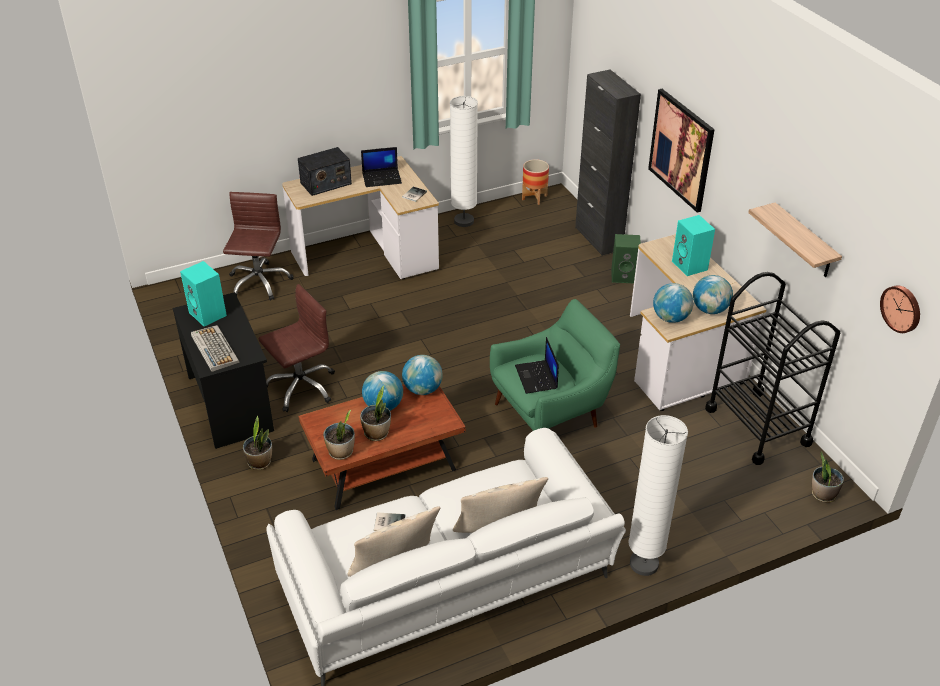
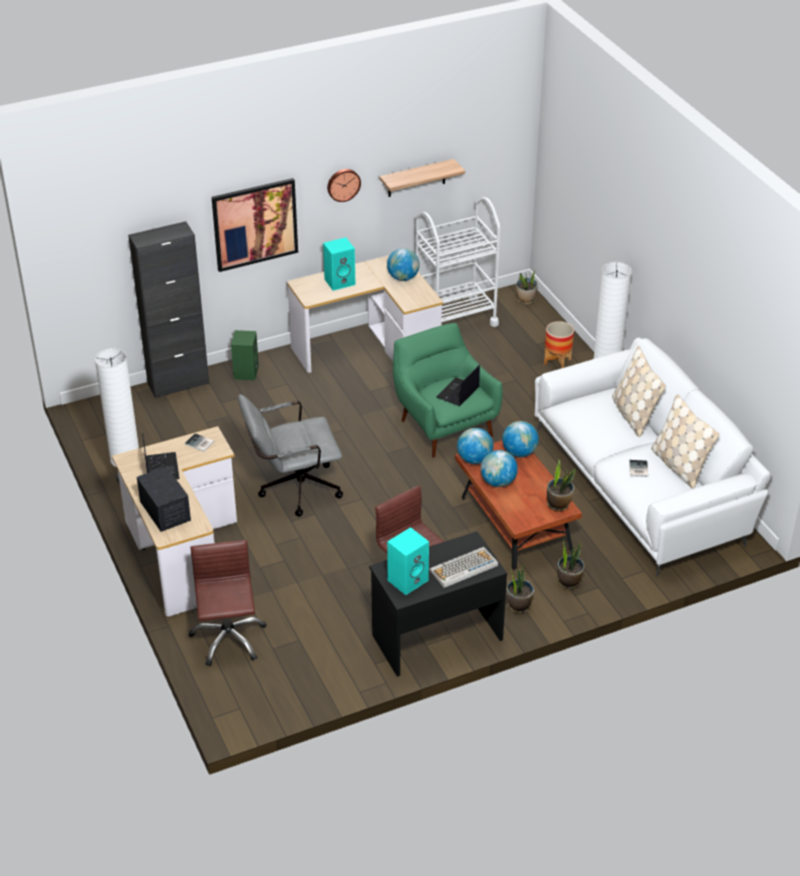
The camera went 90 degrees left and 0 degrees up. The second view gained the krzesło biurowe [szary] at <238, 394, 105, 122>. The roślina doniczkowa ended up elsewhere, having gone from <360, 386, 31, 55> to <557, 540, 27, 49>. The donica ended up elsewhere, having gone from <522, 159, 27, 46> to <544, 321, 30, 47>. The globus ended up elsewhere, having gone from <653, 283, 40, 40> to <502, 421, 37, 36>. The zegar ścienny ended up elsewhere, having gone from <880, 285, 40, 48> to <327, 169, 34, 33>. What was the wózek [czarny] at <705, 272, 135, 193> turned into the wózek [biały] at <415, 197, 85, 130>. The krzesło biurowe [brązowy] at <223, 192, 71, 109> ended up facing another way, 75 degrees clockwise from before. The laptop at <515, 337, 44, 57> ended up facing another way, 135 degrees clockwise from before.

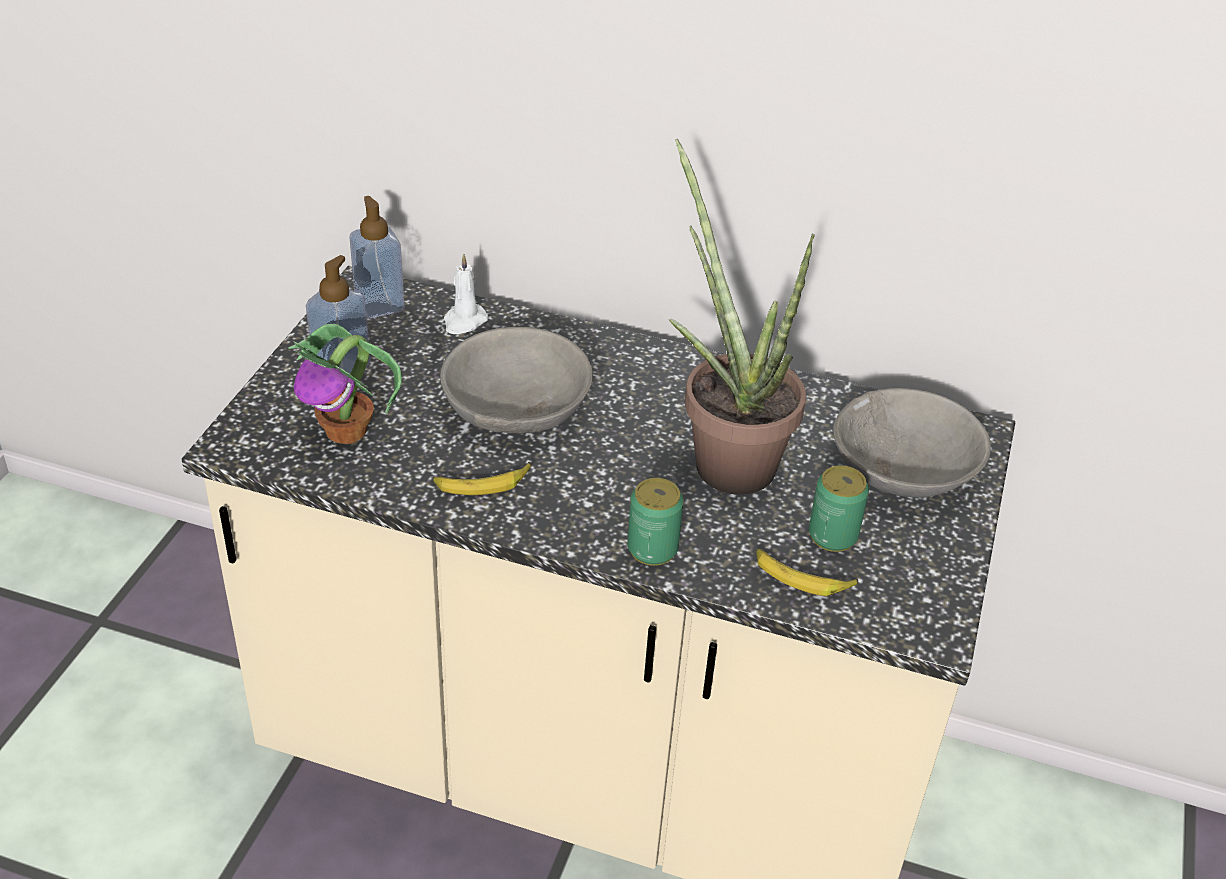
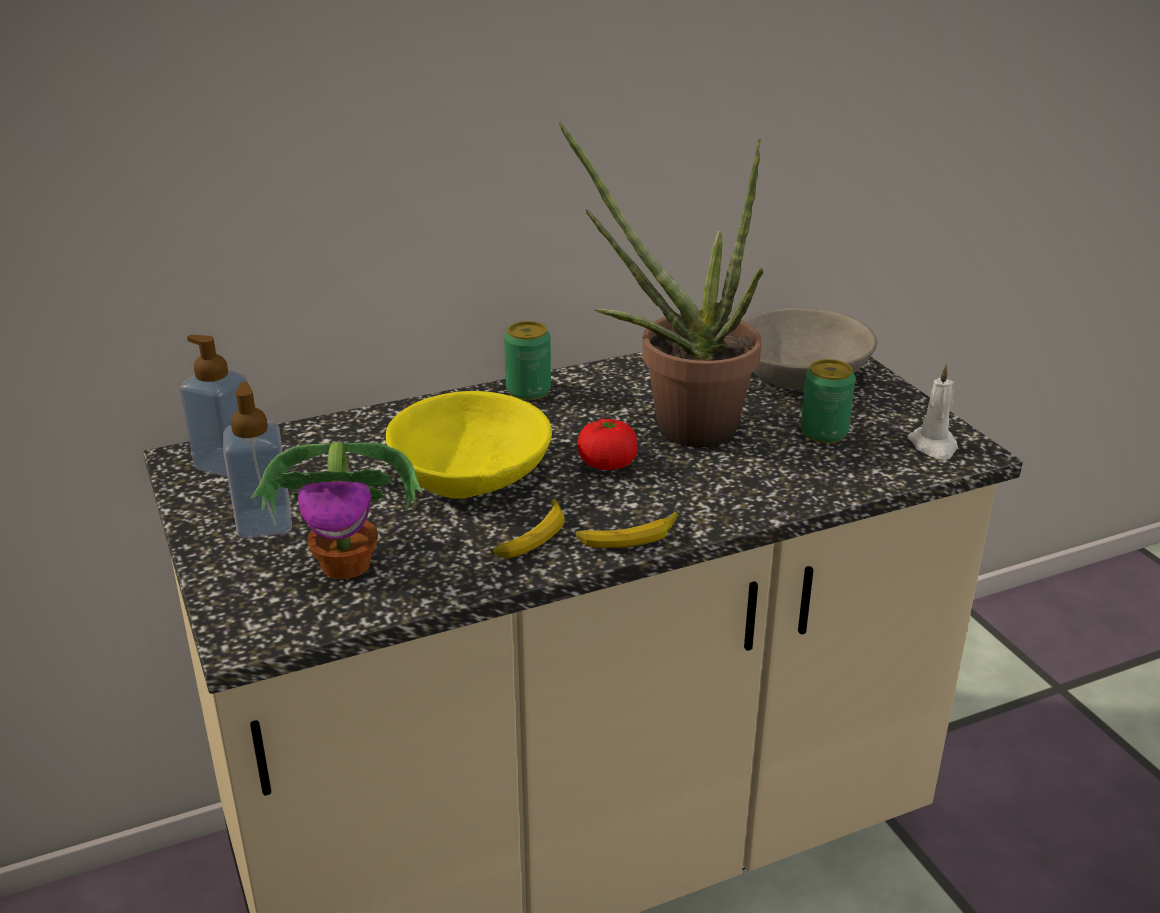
The camera went 40 degrees left and 10 degrees down. The second view gained the pomidor at <577, 419, 61, 51>. The świeca [biały] ended up elsewhere, having gone from <444, 253, 45, 81> to <907, 363, 51, 97>. The puszka ended up elsewhere, having gone from <627, 478, 56, 88> to <504, 321, 47, 79>. The banan ended up elsewhere, having gone from <756, 548, 102, 48> to <575, 511, 104, 37>. What was the miska [szary] at <440, 327, 153, 107> turned into the miska [żółty] at <386, 391, 166, 108>.

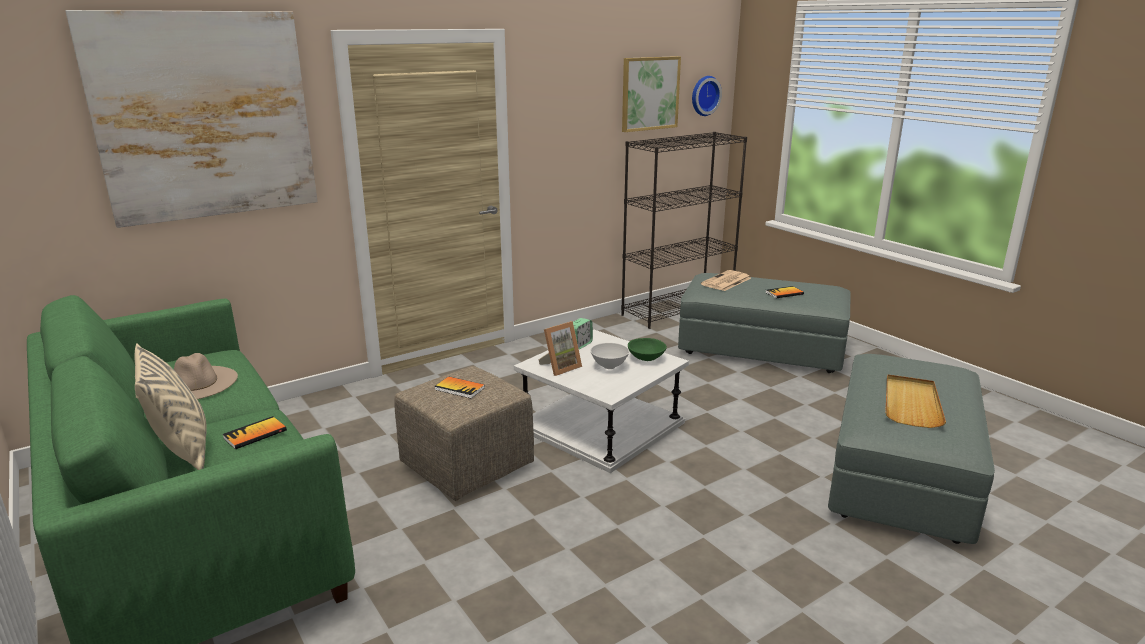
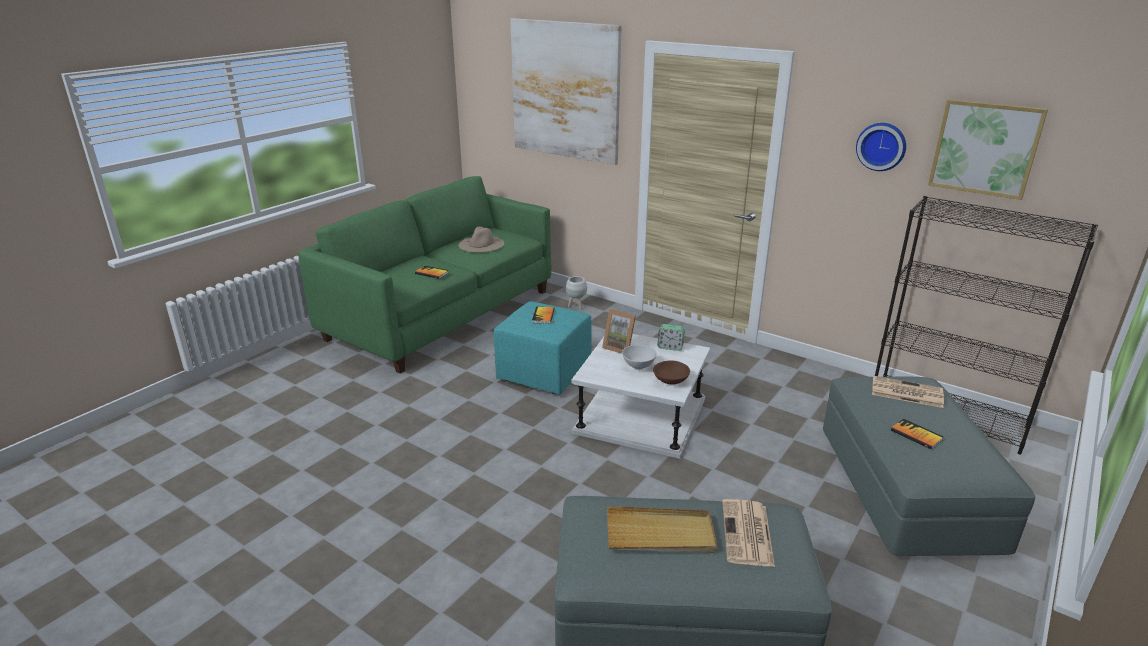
The camera went 70 degrees right and 5 degrees up. The second view lost the poduszka [beżowy] at <134, 343, 73, 127>. The second view gained the donica [biały] at <566, 276, 21, 33>. The second view gained the gazeta at <722, 499, 53, 68>. The zegar ścienny ended up elsewhere, having gone from <692, 76, 30, 40> to <856, 123, 50, 48>. What was the pufa [beżowy] at <394, 366, 140, 135> turned into the pufa [turkusowy] at <494, 301, 98, 94>. What was the miska [zielony] at <628, 338, 39, 23> turned into the miska [brązowy] at <653, 361, 37, 24>.

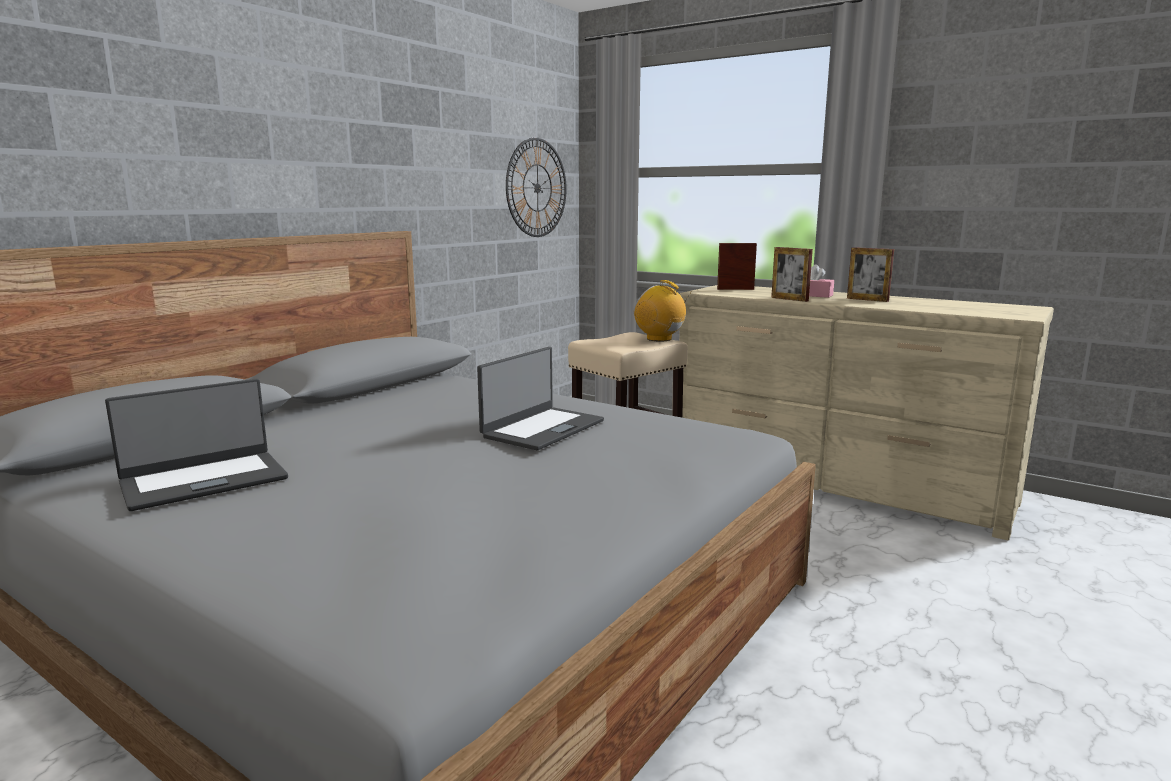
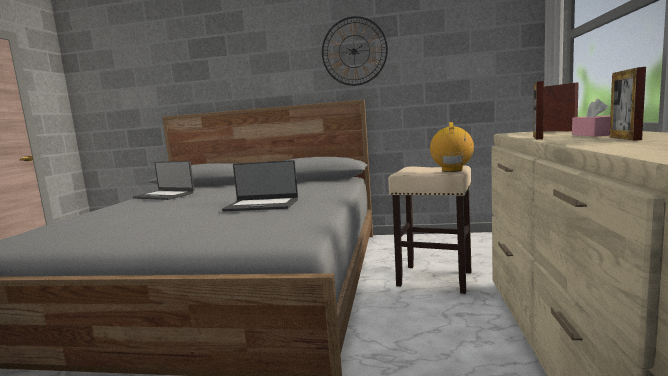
The camera went 65 degrees right and 5 degrees down. The zegar ścienny ended up elsewhere, having gone from <506, 138, 61, 99> to <322, 16, 66, 70>.

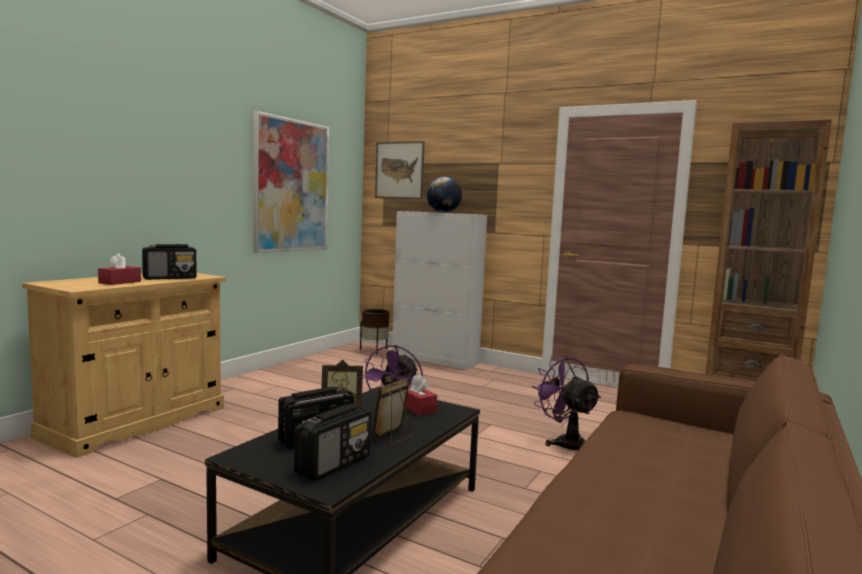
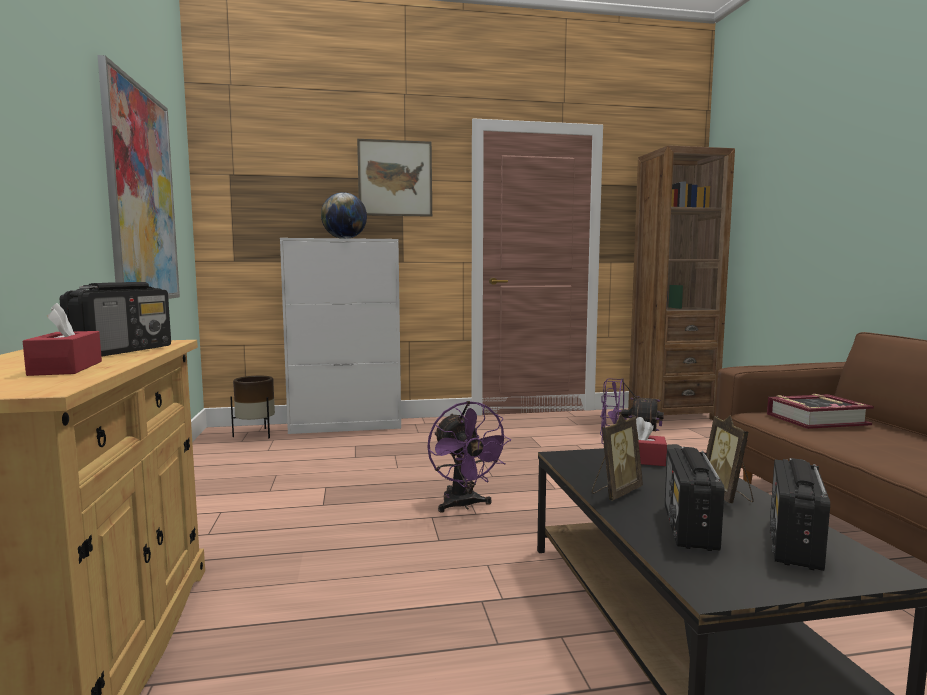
The camera went 40 degrees left and 0 degrees up. The second view gained the książka at <767, 394, 107, 35>. The obraz ended up elsewhere, having gone from <375, 141, 50, 58> to <357, 139, 75, 78>. The radio at <294, 403, 77, 78> ended up facing another way, 150 degrees counterclockwise from before.

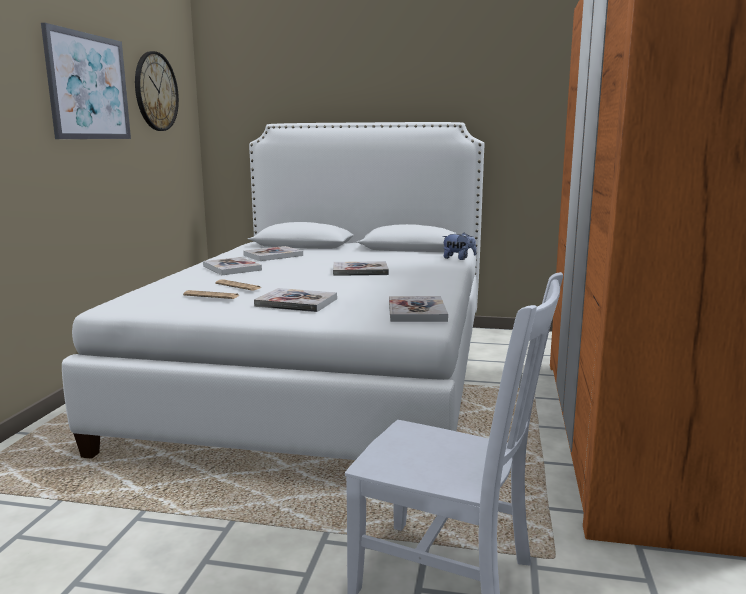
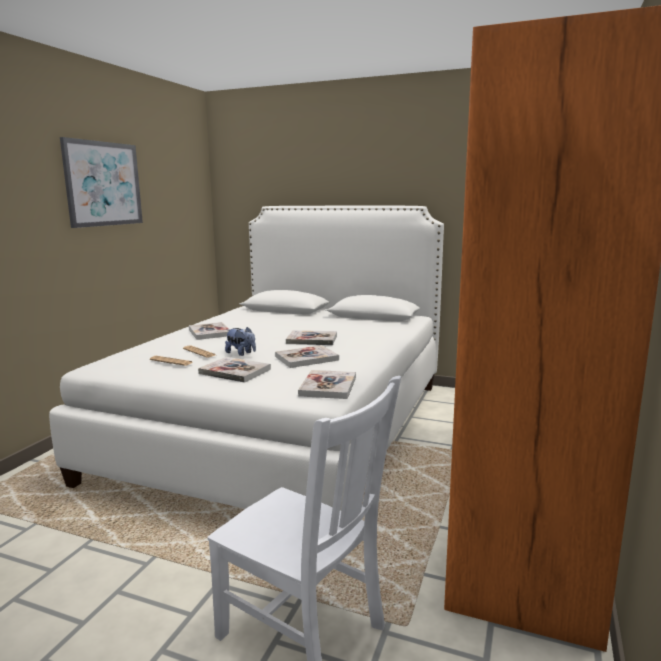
The camera went 10 degrees right and 0 degrees up. The second view lost the zegar ścienny at <135, 51, 44, 80>. The książka ended up elsewhere, having gone from <243, 246, 60, 15> to <275, 345, 64, 23>. The pluszak ended up elsewhere, having gone from <442, 233, 35, 27> to <225, 327, 31, 29>.

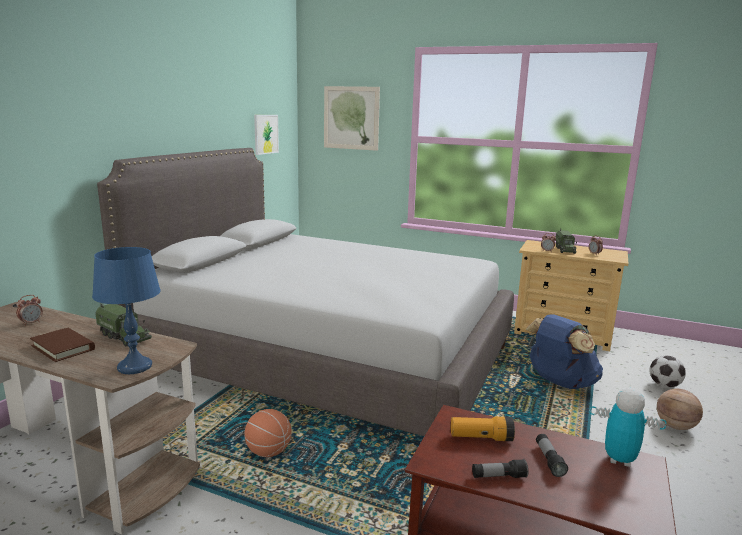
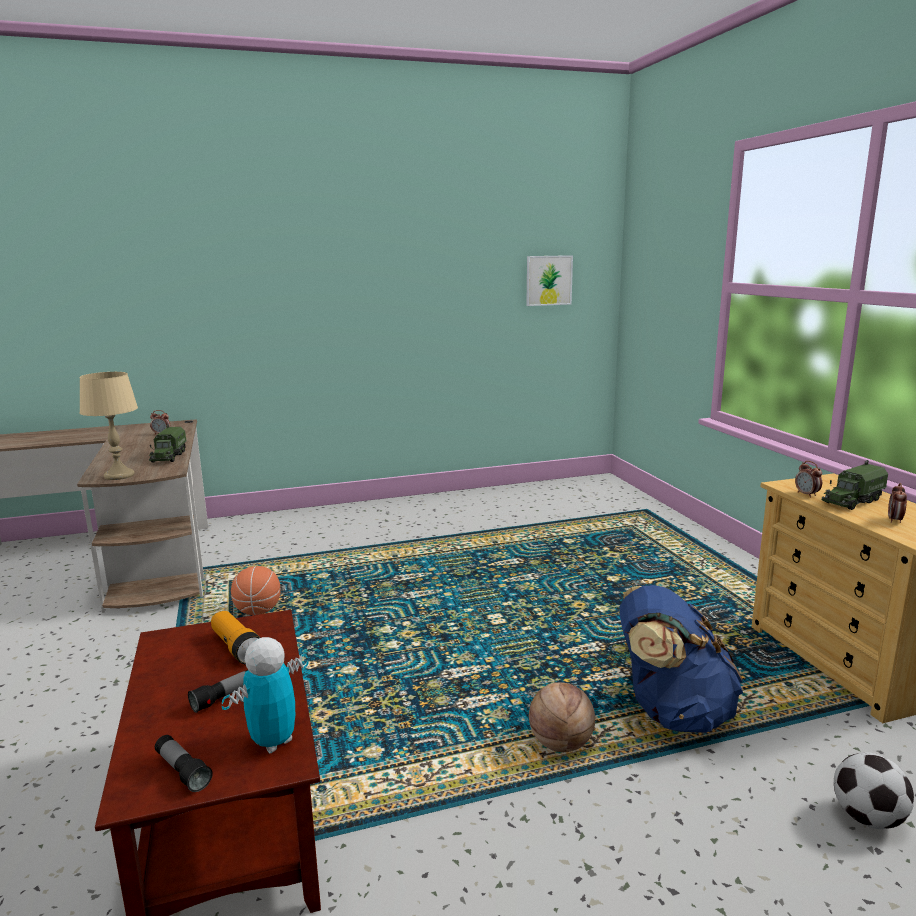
The camera went 50 degrees right and 0 degrees up. The second view lost the książka [brązowy] at <30, 328, 65, 34>. The second view lost the łóżko [szary] at <97, 148, 417, 288>. The second view lost the obraz at <324, 86, 56, 65>. The latarka ended up elsewhere, having gone from <472, 459, 56, 19> to <155, 735, 58, 57>. The piłka do koszykówki ended up elsewhere, having gone from <657, 389, 46, 41> to <529, 682, 66, 70>. What was the lampa stołowa [niebieski] at <92, 247, 69, 127> turned into the lampa stołowa [beżowy] at <79, 372, 59, 108>. The robot zabawkowy at <589, 388, 78, 79> ended up facing another way, 120 degrees counterclockwise from before.

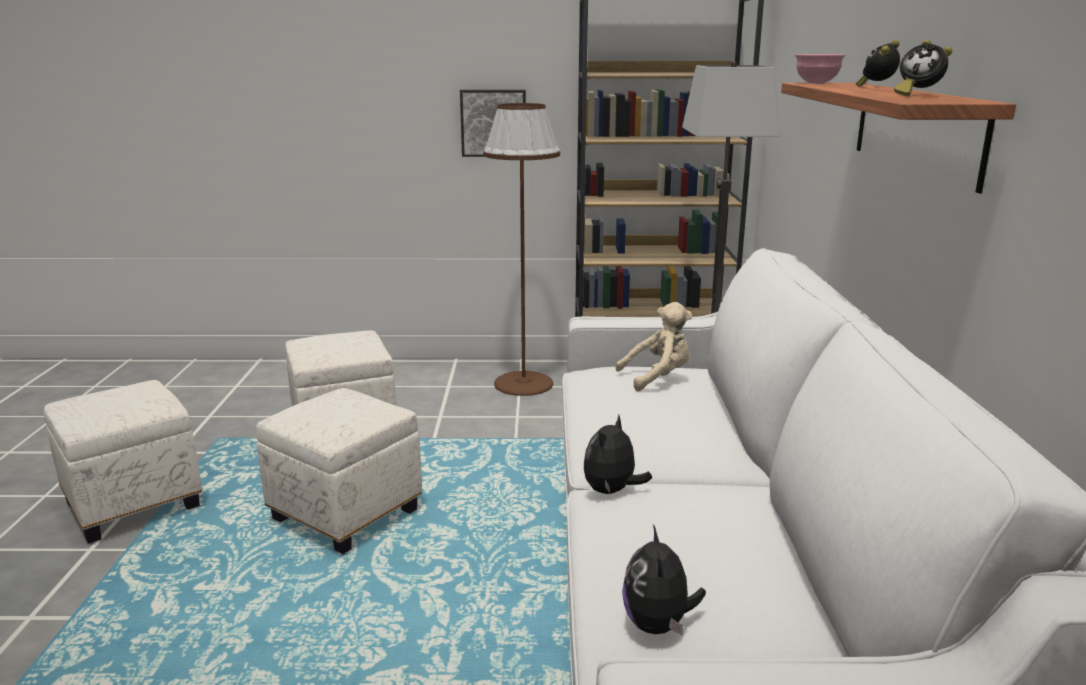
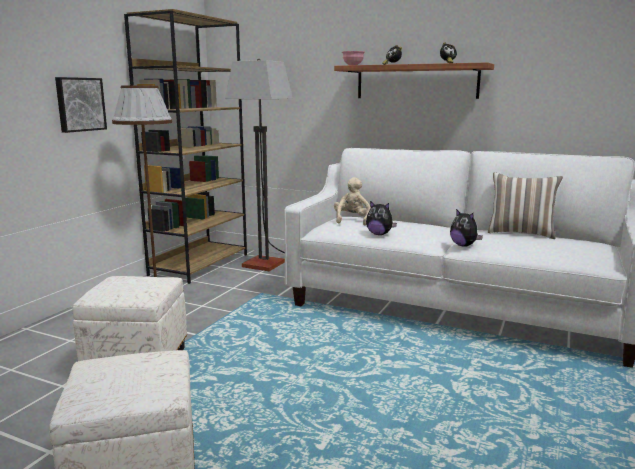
The camera went 65 degrees left and 5 degrees down. The second view lost the pufa [biały] at <256, 388, 166, 166>. The second view gained the poduszka at <488, 172, 75, 67>. The pluszak ended up elsewhere, having gone from <622, 525, 84, 111> to <366, 201, 31, 34>.

